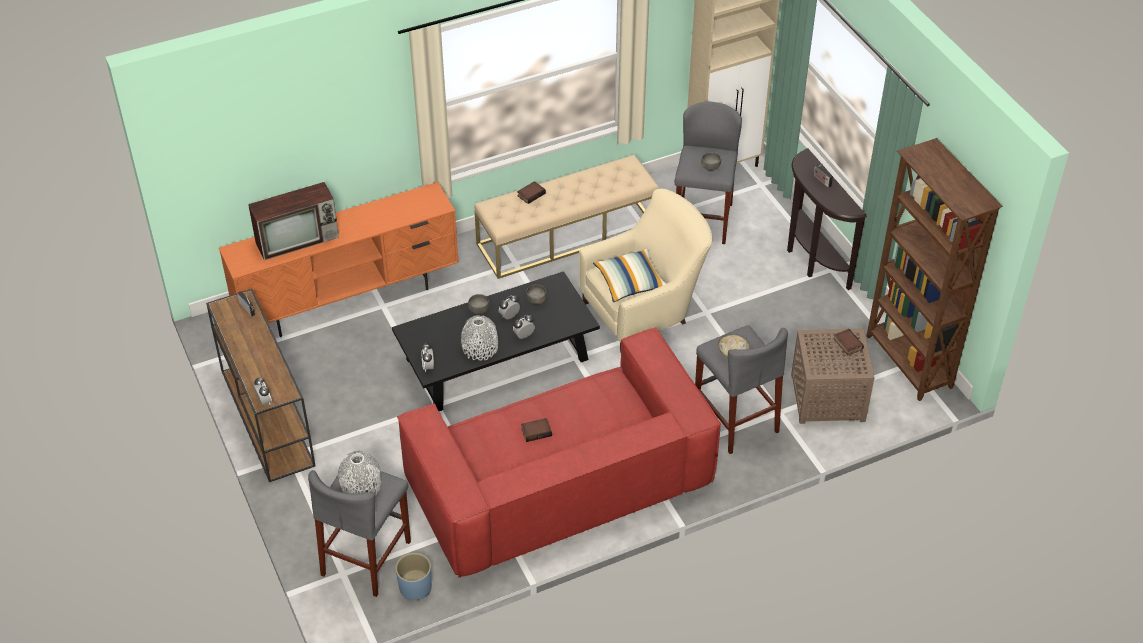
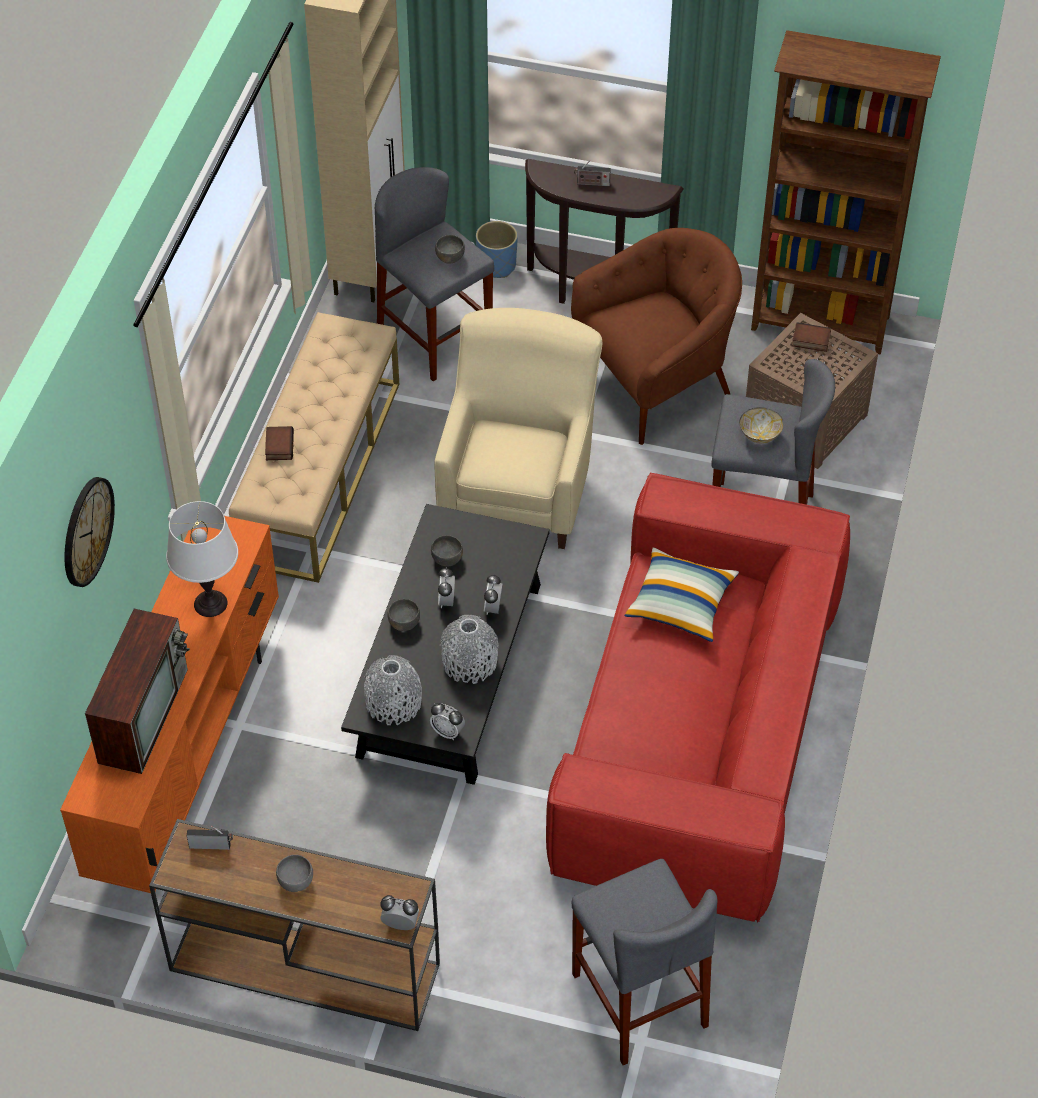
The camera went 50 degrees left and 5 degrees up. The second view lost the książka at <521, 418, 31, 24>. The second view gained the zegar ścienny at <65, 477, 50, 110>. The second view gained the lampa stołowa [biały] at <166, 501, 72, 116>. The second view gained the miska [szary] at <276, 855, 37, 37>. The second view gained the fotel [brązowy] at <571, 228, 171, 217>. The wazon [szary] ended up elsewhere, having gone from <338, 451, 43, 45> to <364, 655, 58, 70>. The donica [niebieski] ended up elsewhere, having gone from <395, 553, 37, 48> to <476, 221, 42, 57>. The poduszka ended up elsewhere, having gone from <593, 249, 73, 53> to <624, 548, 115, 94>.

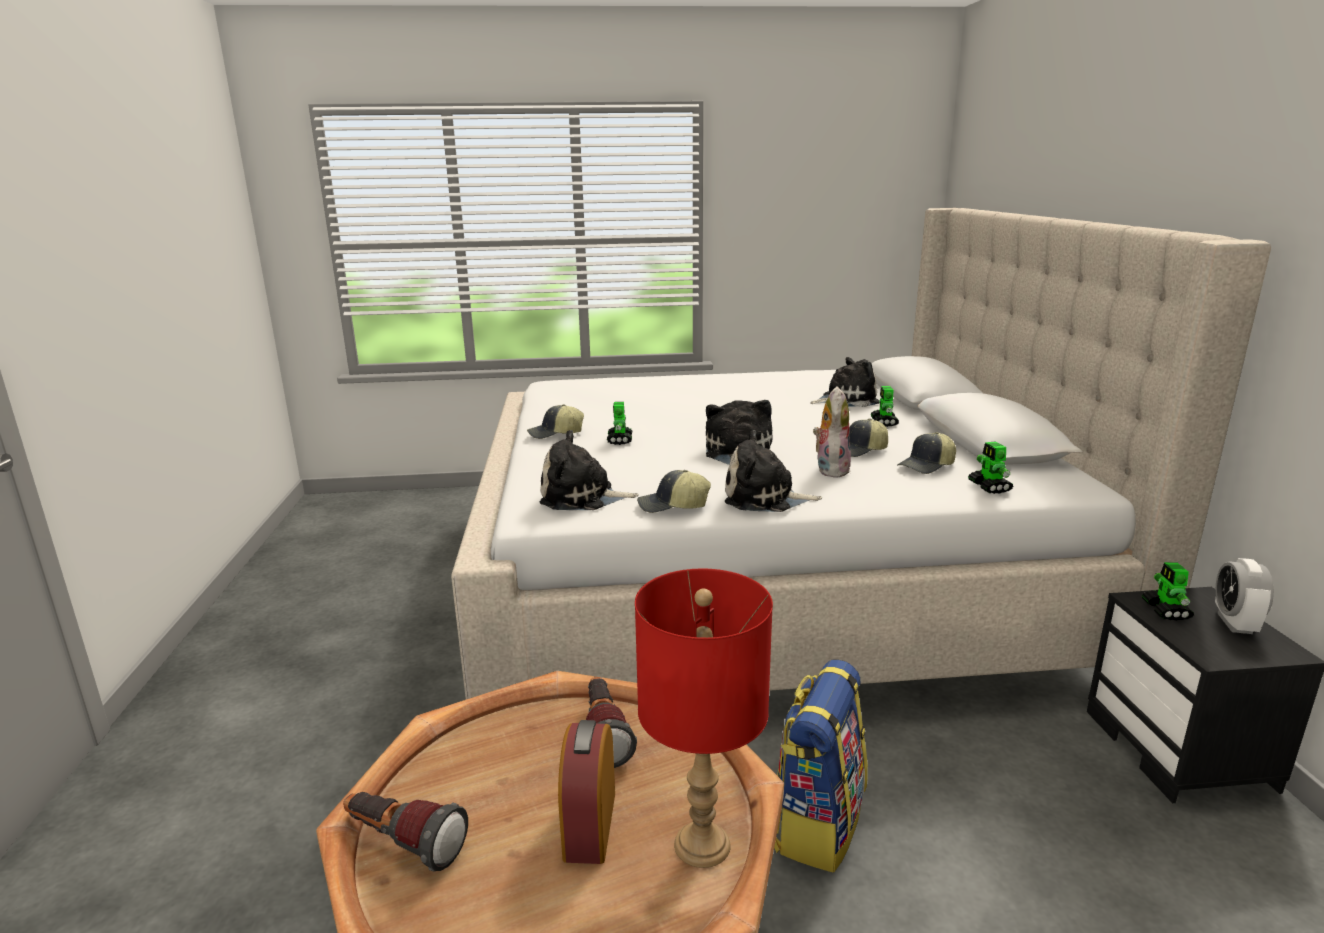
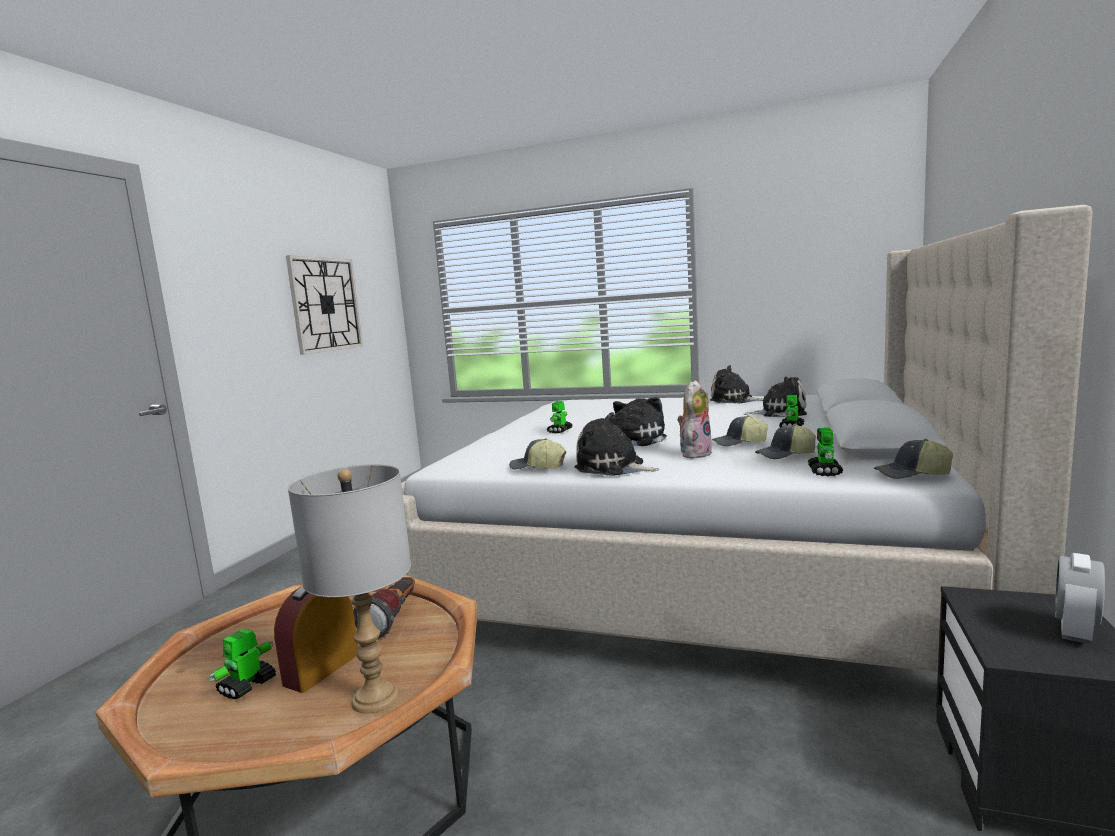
The camera went 25 degrees right and 10 degrees down. The second view lost the latarka at <343, 792, 125, 80>. The second view lost the plecak at <774, 660, 94, 213>. The second view gained the zegar ścienny at <286, 255, 77, 100>. The czapka z daszkiem ended up elsewhere, having gone from <527, 404, 57, 35> to <874, 439, 79, 40>. The pluszak ended up elsewhere, having gone from <540, 430, 99, 80> to <710, 365, 53, 38>. The robot zabawkowy ended up elsewhere, having gone from <1142, 562, 52, 59> to <208, 629, 68, 70>. What was the lampa stołowa [czerwony] at <635, 569, 138, 299> turned into the lampa stołowa [szary] at <288, 464, 123, 249>.

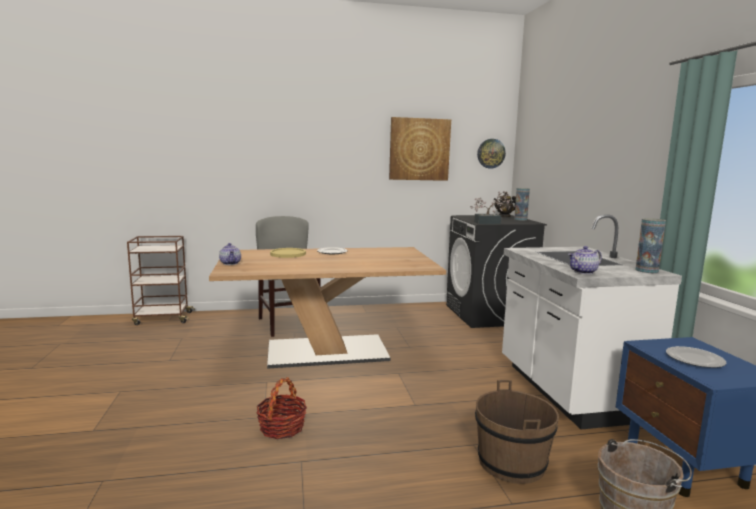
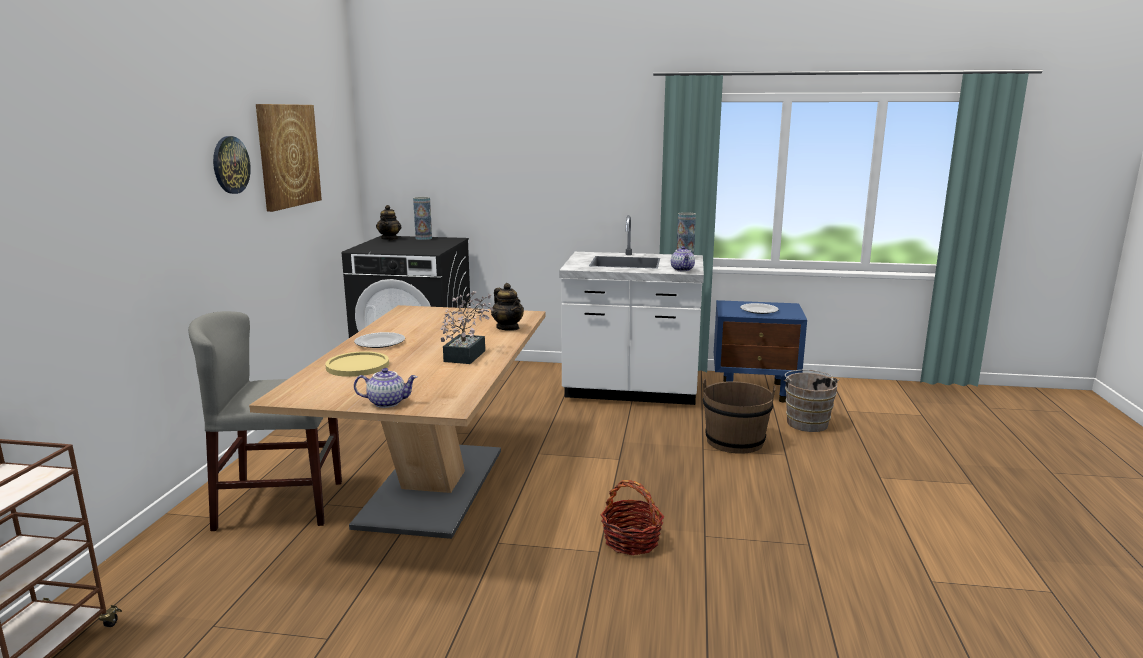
The camera went 70 degrees left and 5 degrees up. The second view gained the imbryk at <491, 283, 33, 48>. The roślina doniczkowa ended up elsewhere, having gone from <470, 191, 41, 33> to <441, 291, 52, 73>. The zegar ścienny ended up elsewhere, having gone from <477, 139, 29, 30> to <213, 136, 38, 58>.

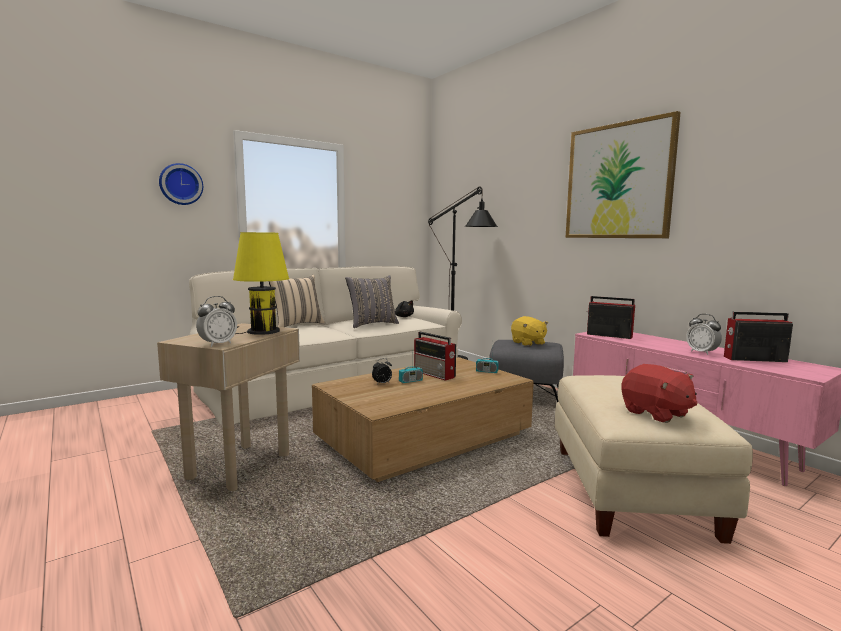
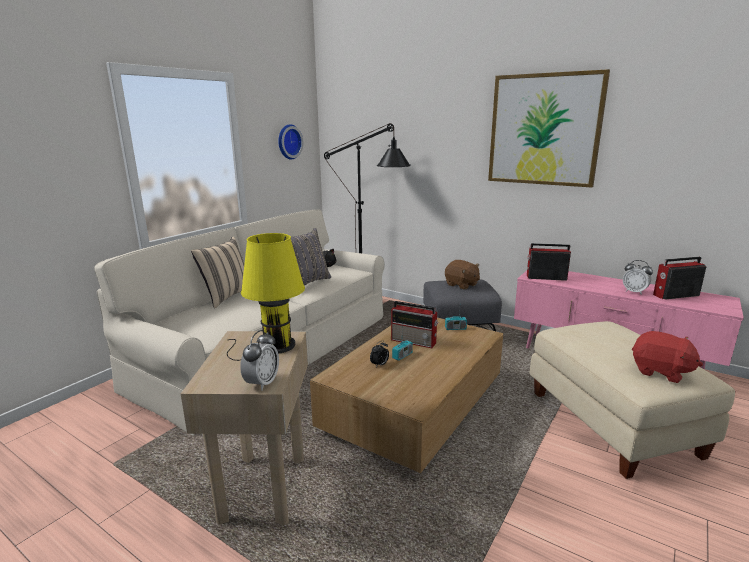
The camera went 20 degrees left and 10 degrees up. The zegar ścienny ended up elsewhere, having gone from <159, 163, 44, 42> to <278, 124, 25, 35>. What was the pluszak [żółty] at <511, 316, 37, 30> turned into the pluszak [brązowy] at <445, 260, 35, 30>.

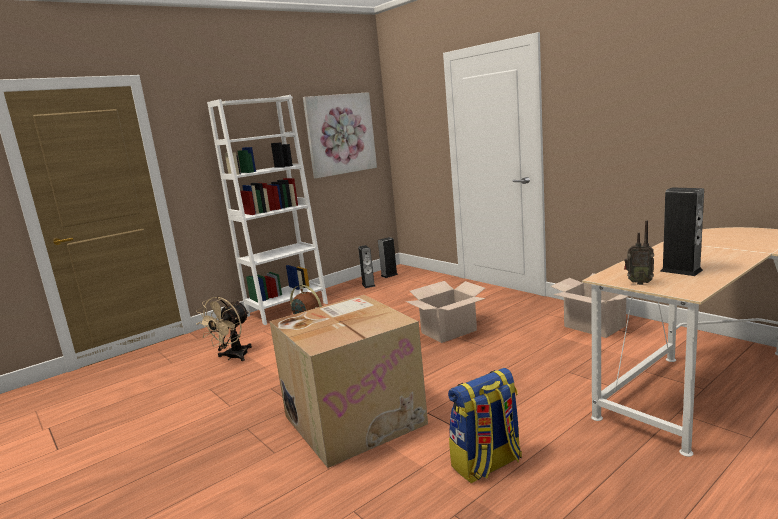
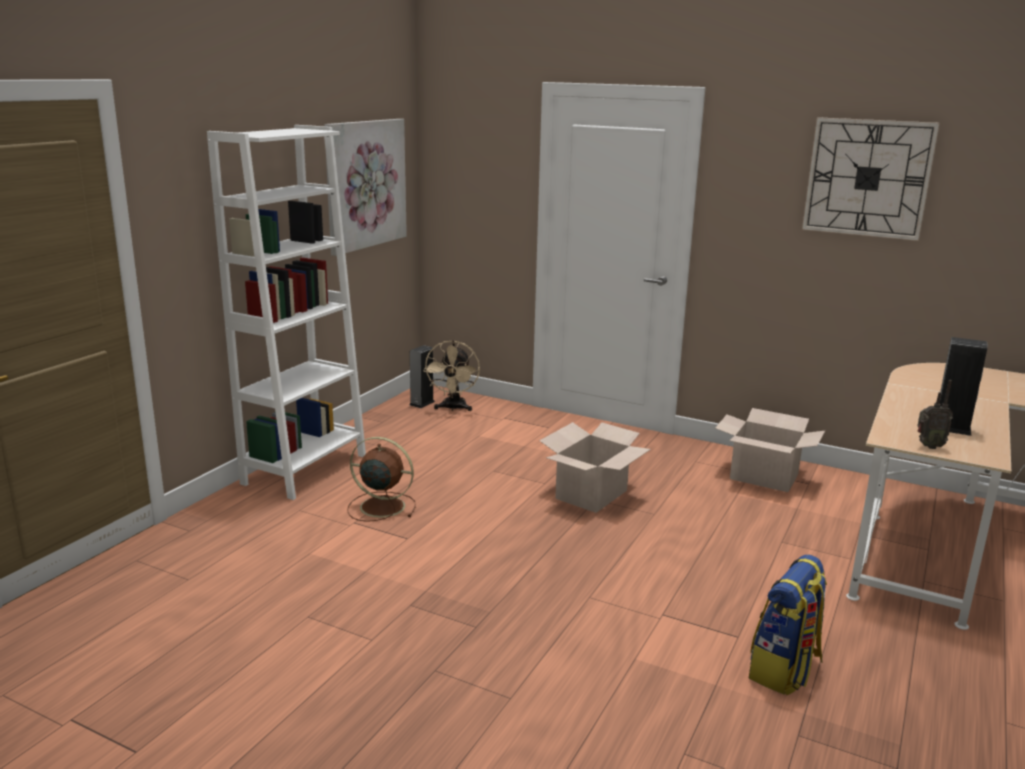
The camera went 25 degrees left and 5 degrees up. The second view lost the karton at <269, 295, 159, 173>. The second view lost the głośnik at <358, 245, 17, 43>. The second view gained the zegar ścienny at <802, 117, 138, 124>. The wentylator [beżowy] ended up elsewhere, having gone from <196, 296, 56, 65> to <424, 340, 56, 71>.

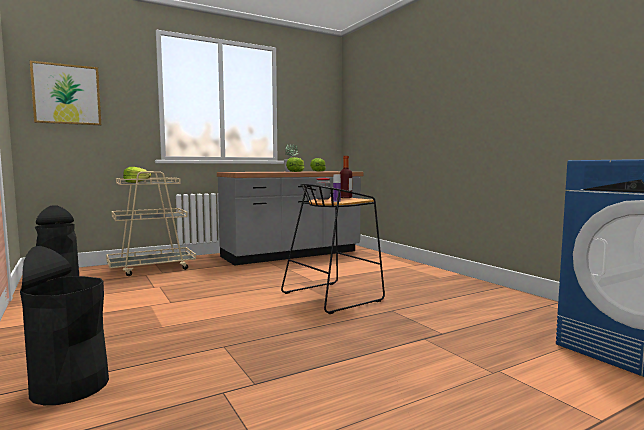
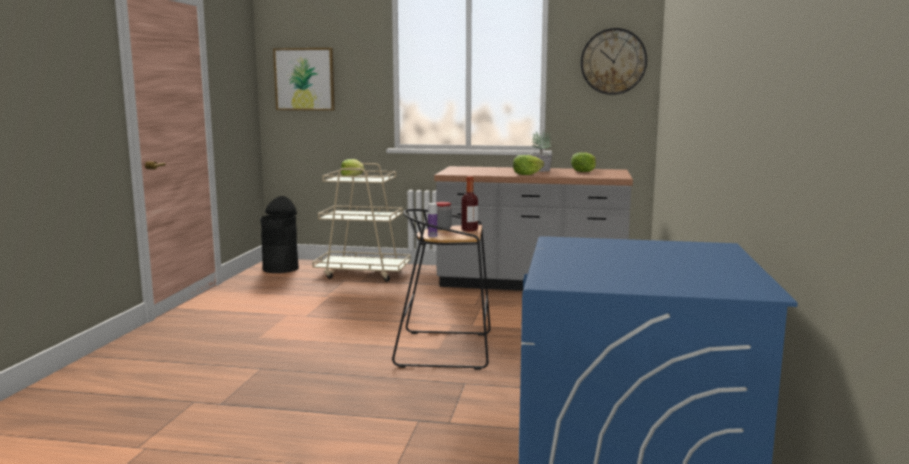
The camera went 40 degrees right and 5 degrees up. The second view lost the kosz na śmieci [czarny] at <20, 246, 89, 159>. The second view gained the zegar ścienny at <581, 28, 66, 67>.

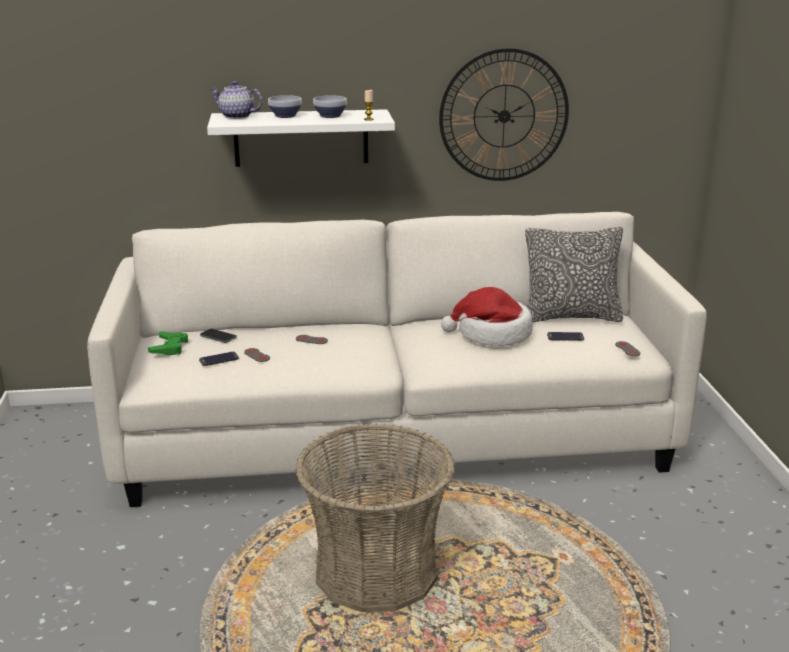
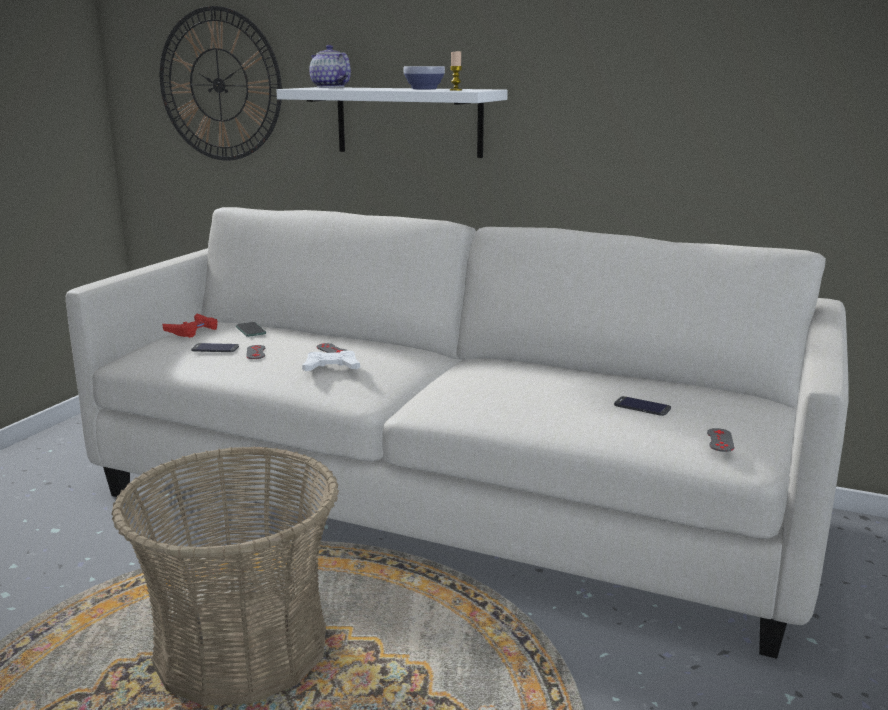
The camera went 30 degrees right and 5 degrees down. The second view lost the miska at <268, 95, 34, 23>. The second view lost the kapelusz at <441, 287, 92, 59>. The second view lost the poduszka at <525, 227, 98, 95>. The second view gained the pad do gier [biały] at <302, 350, 58, 21>. The zegar ścienny ended up elsewhere, having gone from <439, 48, 130, 133> to <160, 6, 122, 154>. What was the pad do gier [zielony] at <148, 331, 40, 24> turned into the pad do gier [czerwony] at <162, 314, 55, 24>.

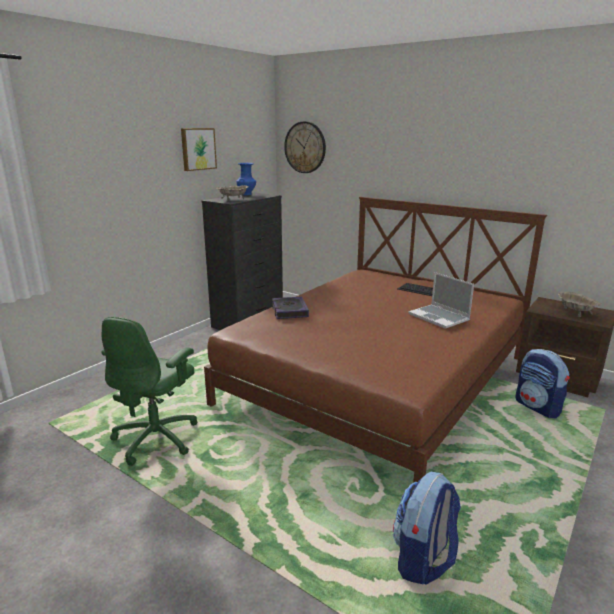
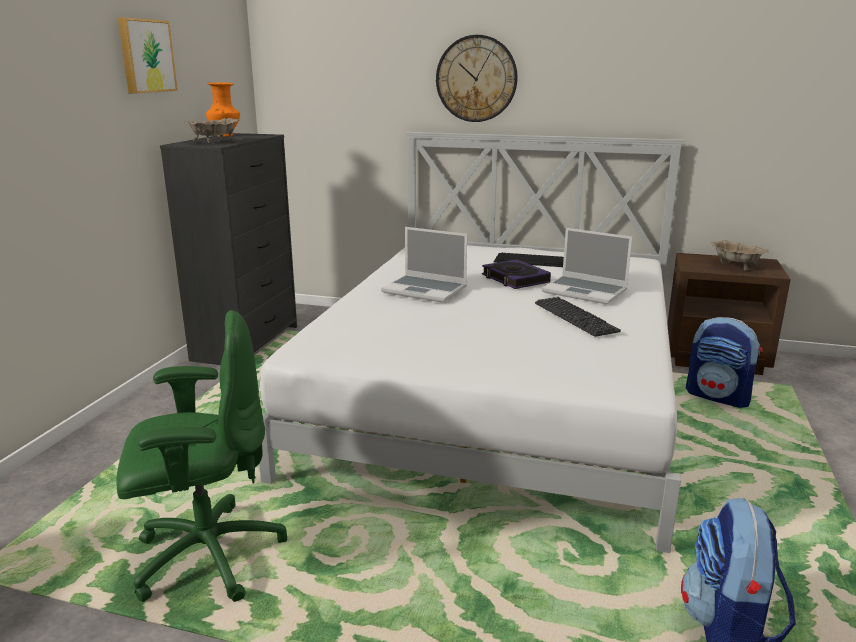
The camera went 20 degrees left and 0 degrees up. The second view gained the laptop at <381, 227, 86, 76>. The second view gained the klawiatura at <535, 297, 86, 40>. The książka ended up elsewhere, having gone from <272, 297, 37, 22> to <482, 259, 69, 30>. The zegar ścienny ended up elsewhere, having gone from <284, 121, 42, 52> to <436, 35, 82, 87>. What was the łóżko [brązowy] at <204, 197, 343, 286> turned into the łóżko [biały] at <259, 132, 425, 421>. What was the wazon [niebieski] at <236, 163, 20, 32> turned into the wazon [pomarańczowy] at <206, 82, 34, 54>. The krzesło biurowe [zielony] at <101, 317, 96, 149> ended up facing another way, 105 degrees counterclockwise from before.

